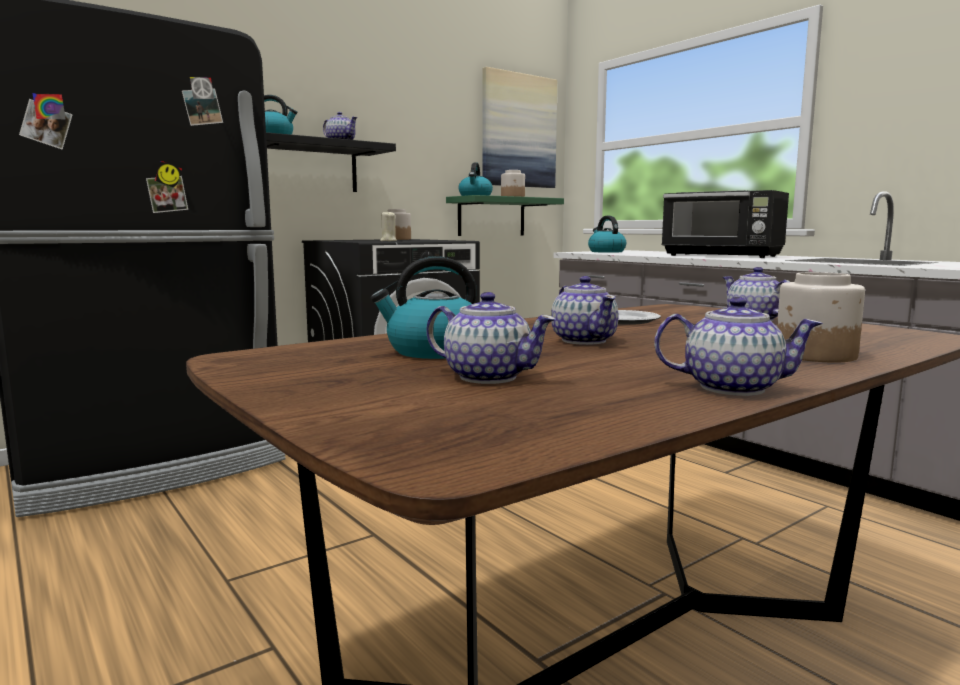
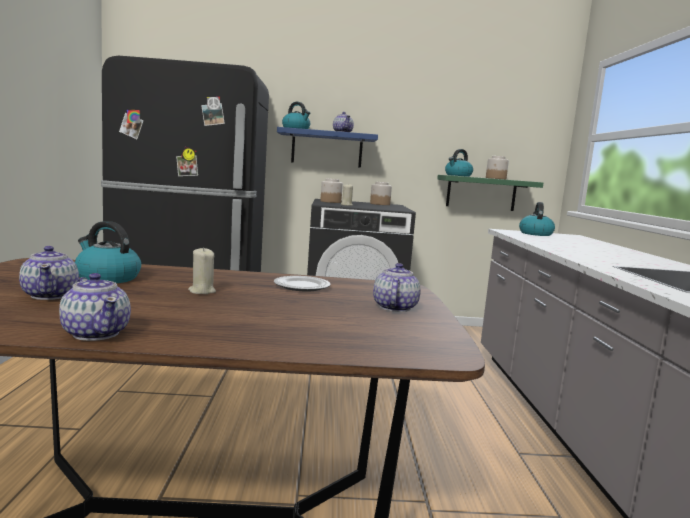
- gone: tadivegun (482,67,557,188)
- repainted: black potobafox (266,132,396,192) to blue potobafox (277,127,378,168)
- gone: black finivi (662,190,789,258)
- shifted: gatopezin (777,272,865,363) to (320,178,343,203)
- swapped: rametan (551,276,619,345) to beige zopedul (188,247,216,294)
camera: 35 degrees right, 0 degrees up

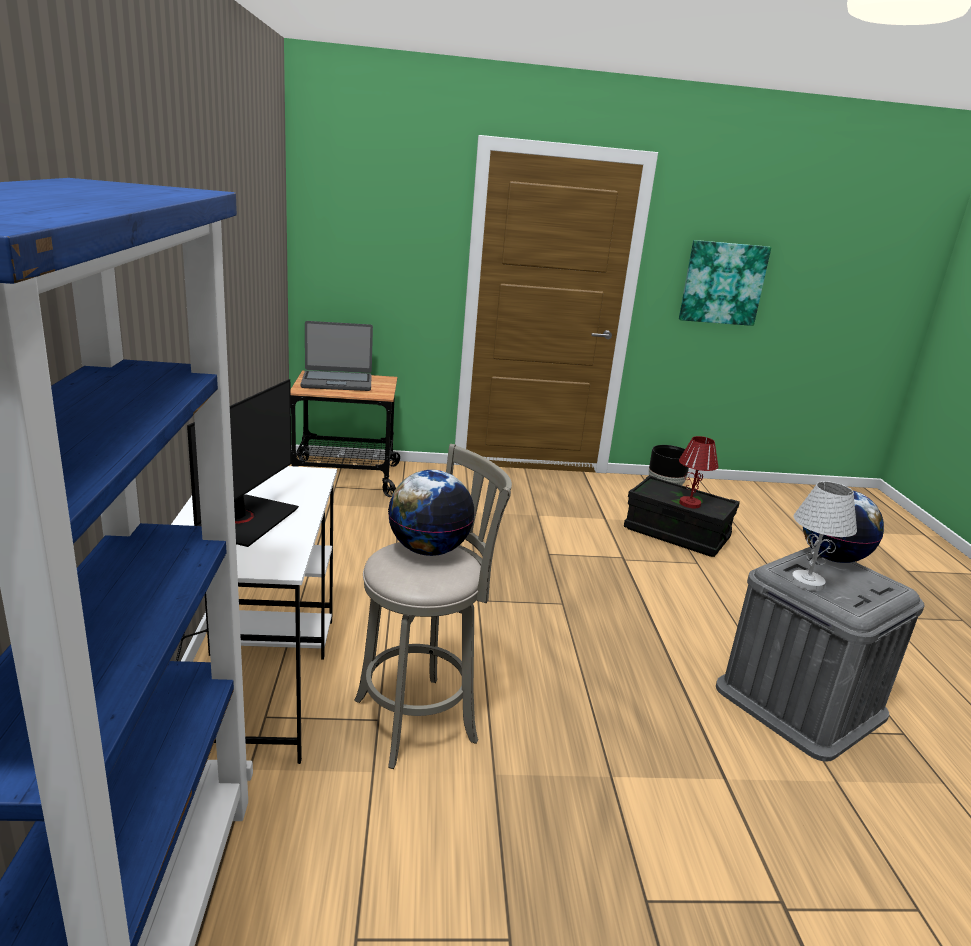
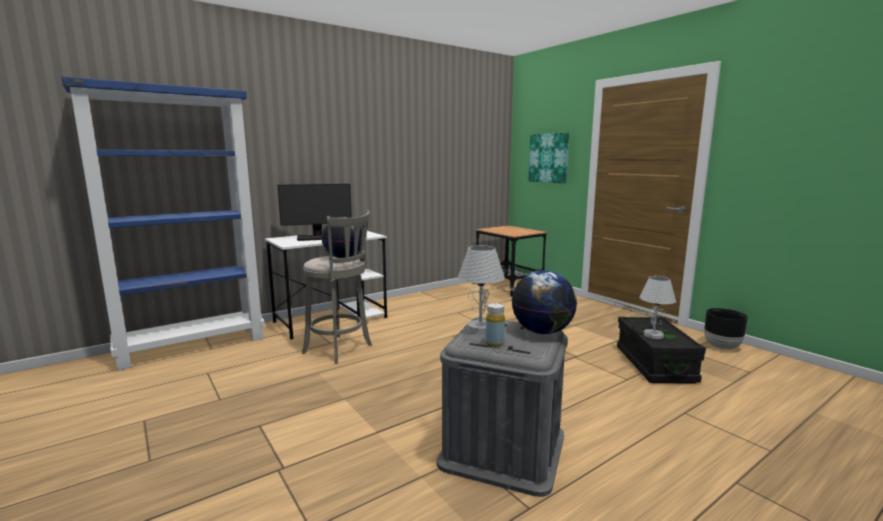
- shifted: tadivegun (679,240,771,326) to (528,133,569,183)
- gone: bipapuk (301,321,373,391)
- repainted: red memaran (679,436,718,508) to white memaran (639,276,676,339)
- new: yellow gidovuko (485,303,505,347)
camera: 60 degrees right, 10 degrees down

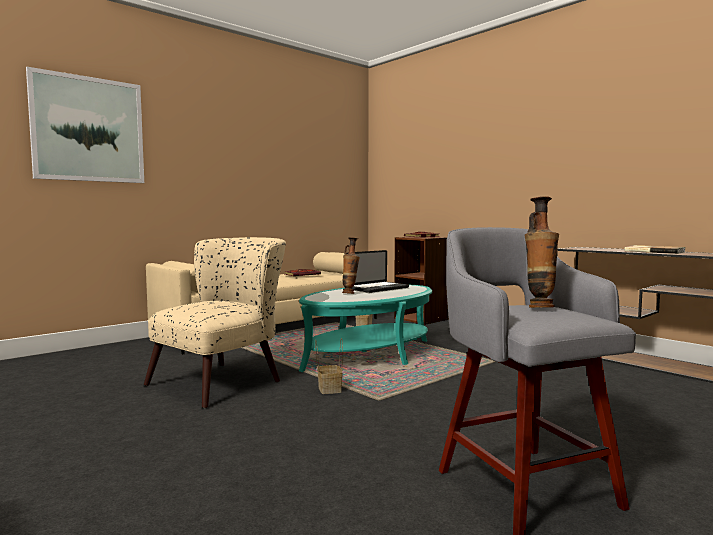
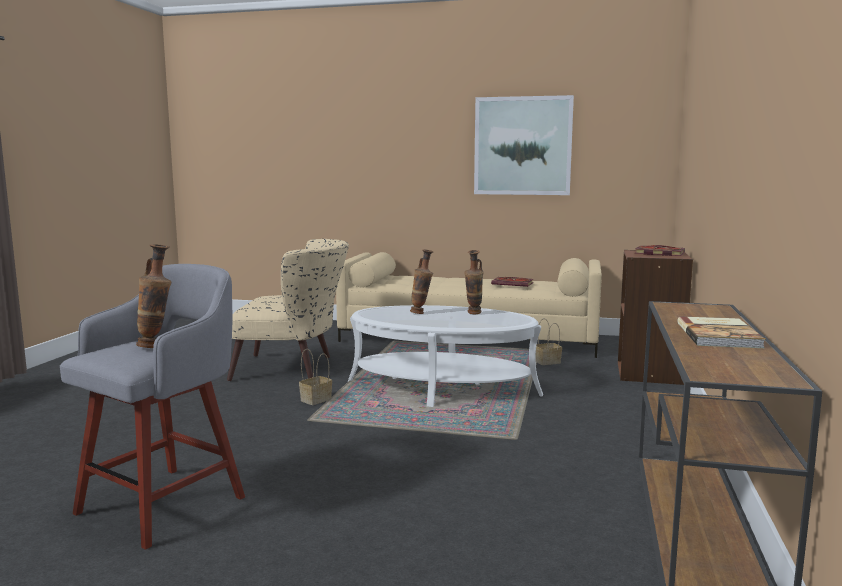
- shifted: tadivegun (26,67,144,183) to (474,95,574,195)
- swapped: bipapuk (347,250,409,293) to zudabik (464,250,483,314)
- repainted: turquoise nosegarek (299,284,432,372) to white nosegarek (348,305,543,407)
camera: 55 degrees right, 5 degrees up

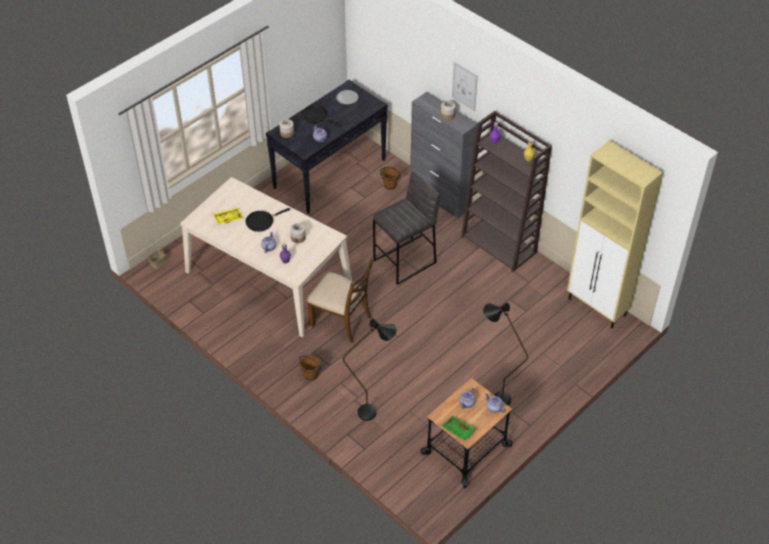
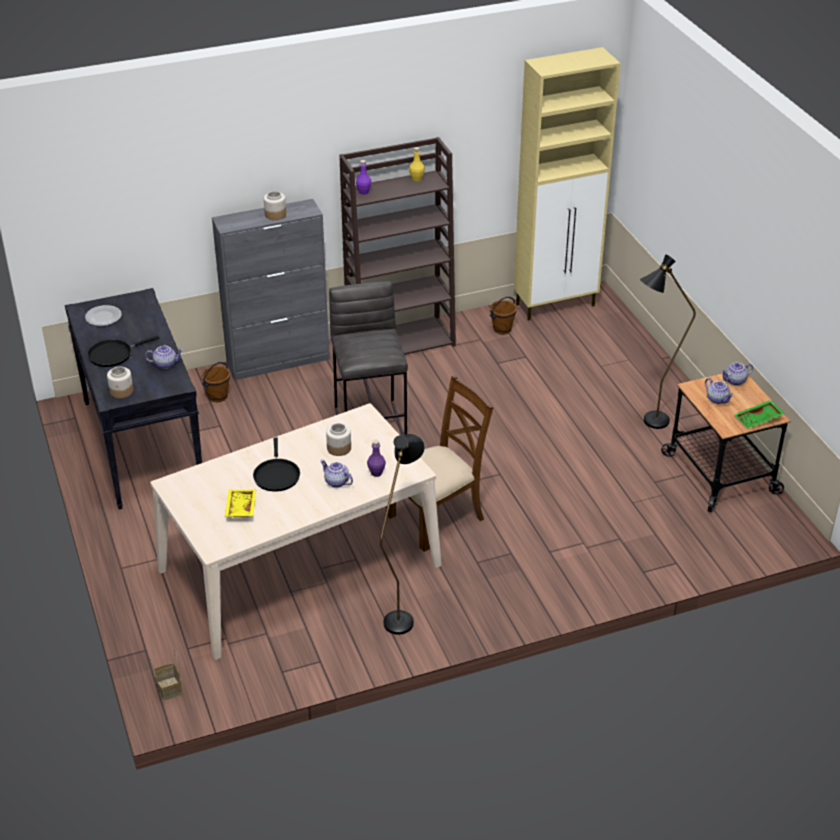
- gone: tadivegun (452,62,478,111)
- shifted: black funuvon (343,319,397,421) to (380,434,425,635)
- shifted: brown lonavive (299,355,322,381) to (490,297,517,335)
camera: 65 degrees left, 10 degrees down

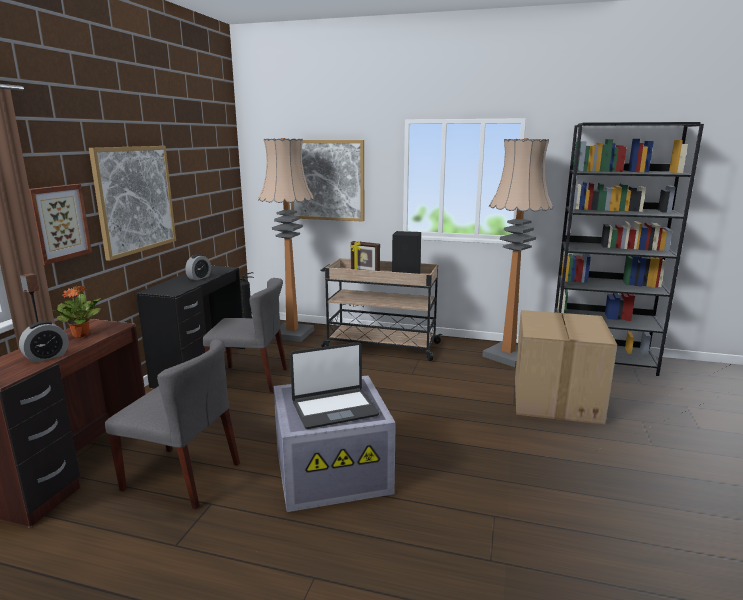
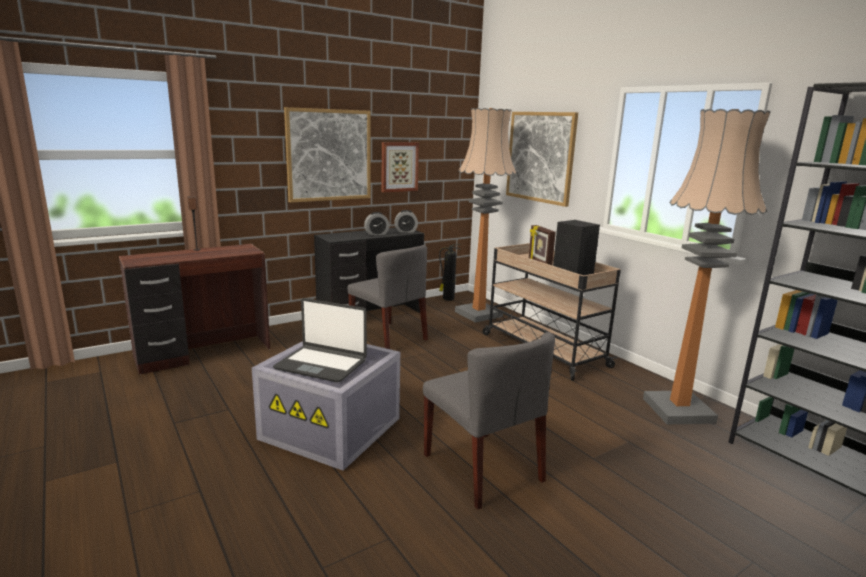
- shifted: tadivegun (29,184,92,265) to (382,142,419,192)
- gone: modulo (52,286,101,338)
- gone: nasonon (515,310,617,425)
- shifted: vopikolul (19,321,69,363) to (394,210,418,232)
- shifted: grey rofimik (105,339,240,510) to (423,332,555,510)
camera: 40 degrees right, 0 degrees up

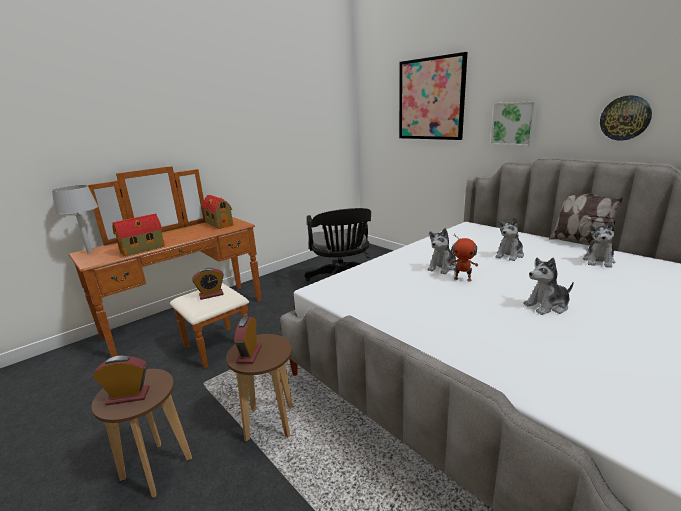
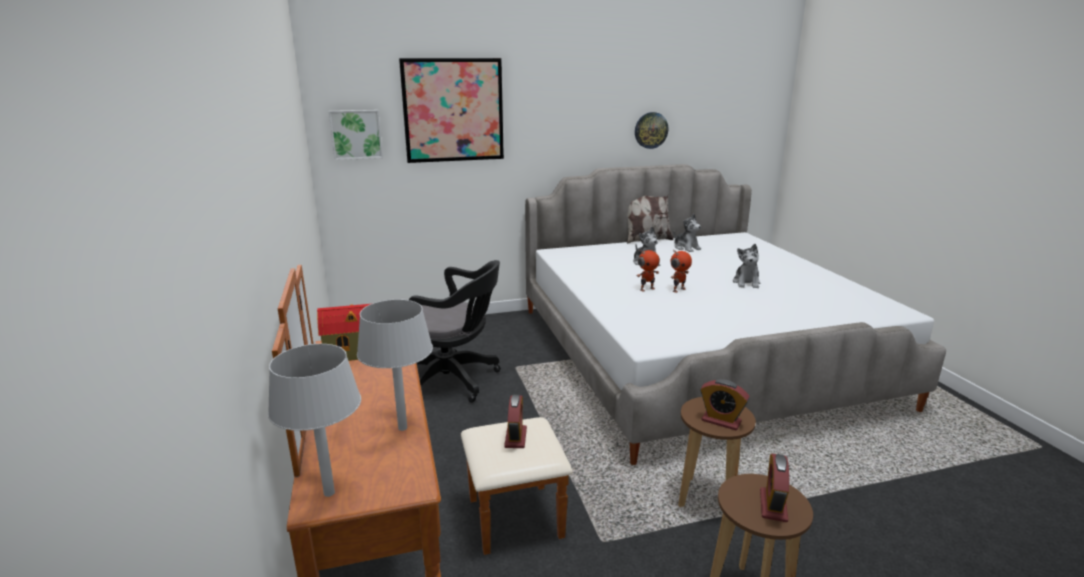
- shifted: tadivegun (491,101,537,146) to (329,110,383,160)
- swapped: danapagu (112,214,165,257) to grey memaran (357,299,433,431)
- swapped: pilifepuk (427,228,457,274) to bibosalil (637,248,660,291)
camera: 65 degrees left, 0 degrees up

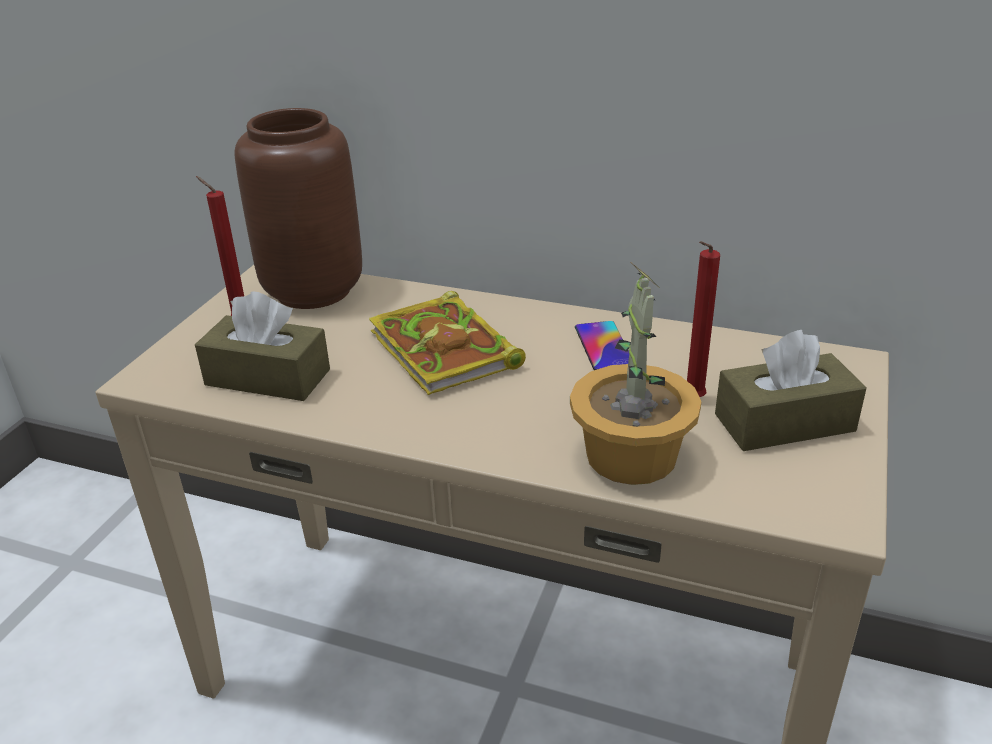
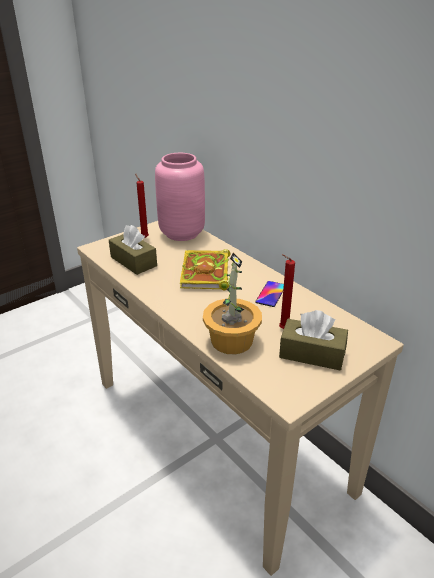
- repainted: brown zudabik (235,108,362,309) to pink zudabik (155,153,205,241)
camera: 30 degrees right, 0 degrees up

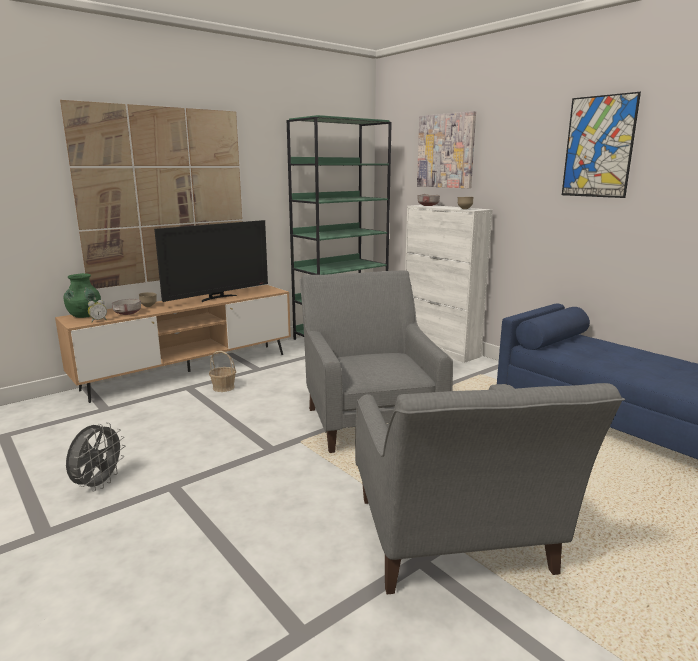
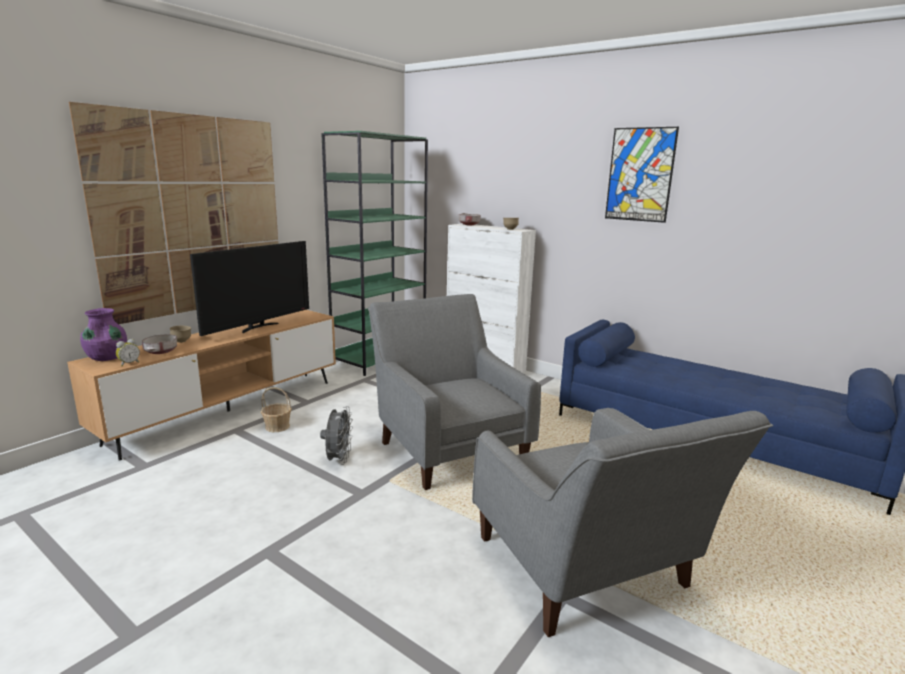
- gone: tadivegun (417,111,476,188)
- repainted: green zudabik (63,273,101,318) to purple zudabik (80,308,127,361)
- shifted: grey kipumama (66,422,125,491) to (320,406,353,465)
camera: 15 degrees left, 0 degrees up

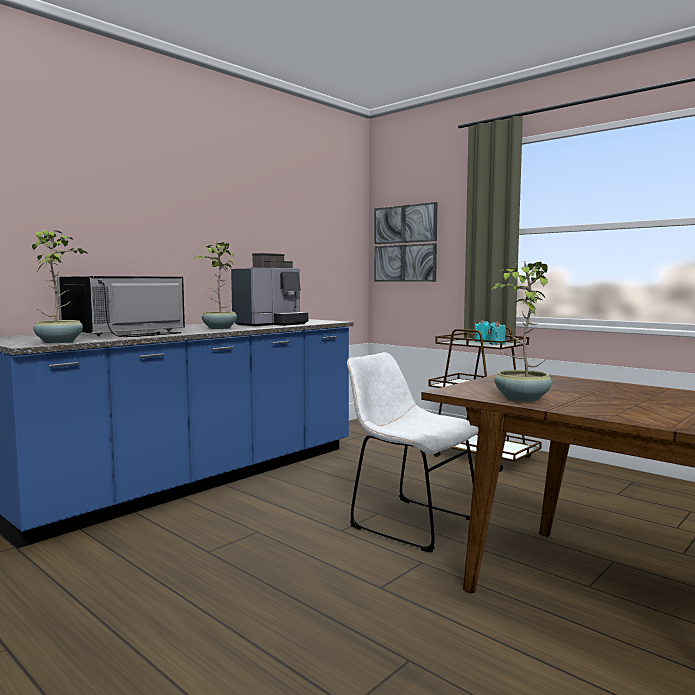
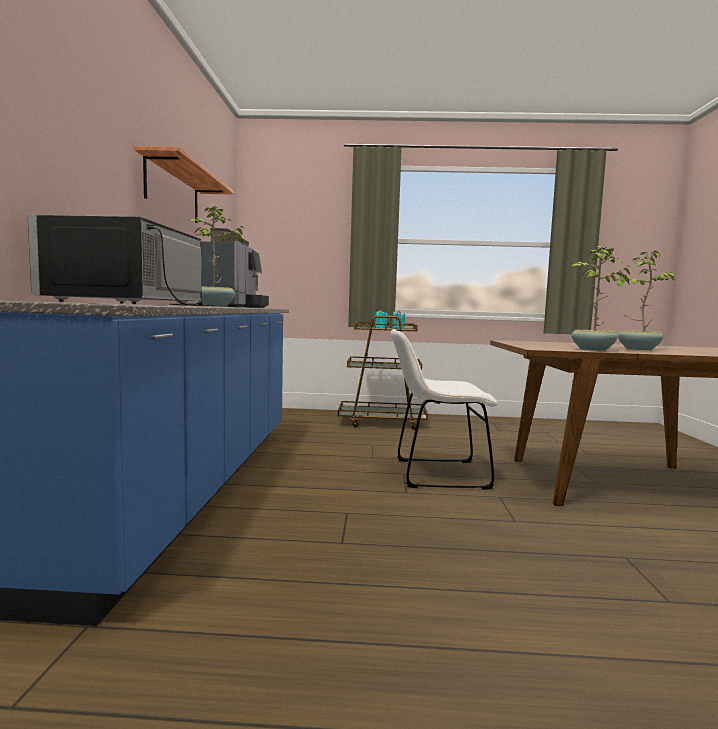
- gone: tadivegun (374,202,438,282)
- shifted: modulo (32,230,87,344) to (615,251,675,350)
- new: potobafox (134,146,234,223)
camera: 40 degrees left, 0 degrees up

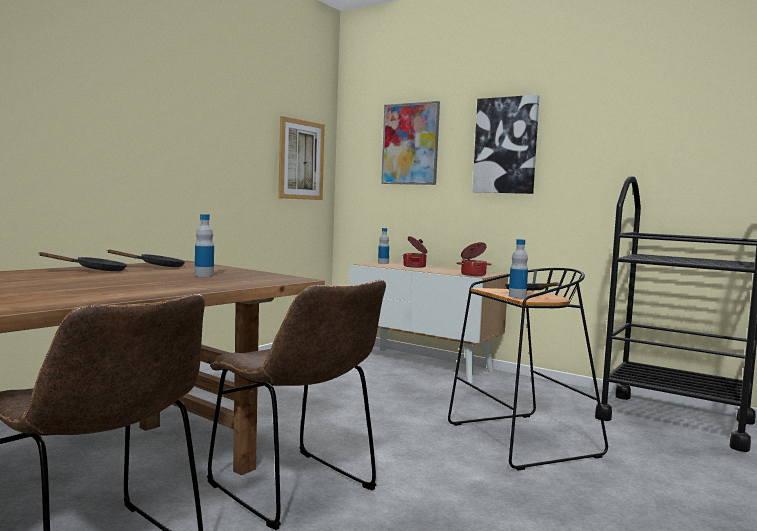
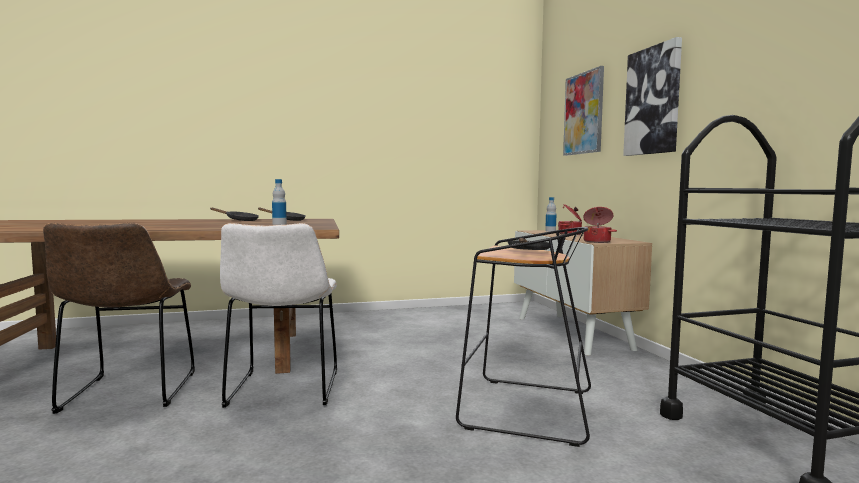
- gone: tadivegun (278,116,325,200)
- gone: gidovuko (509,239,528,298)
- repainted: brown rofimik (207,279,386,530) to white rofimik (220,223,337,408)
camera: 40 degrees right, 0 degrees up

